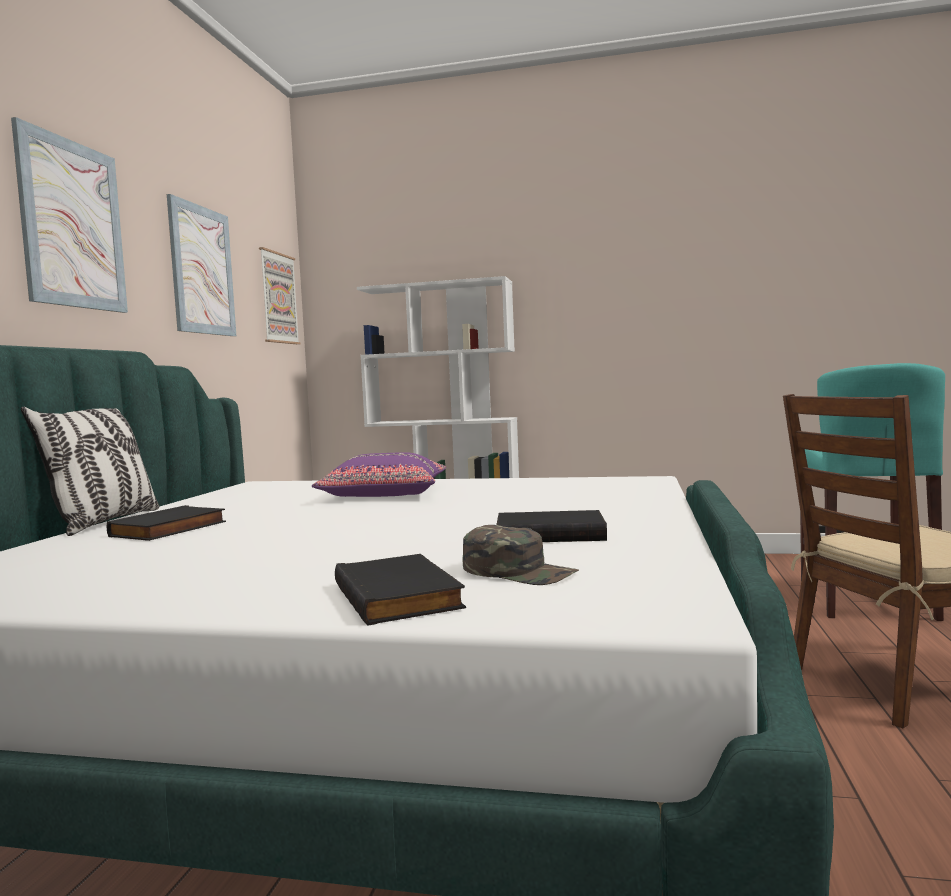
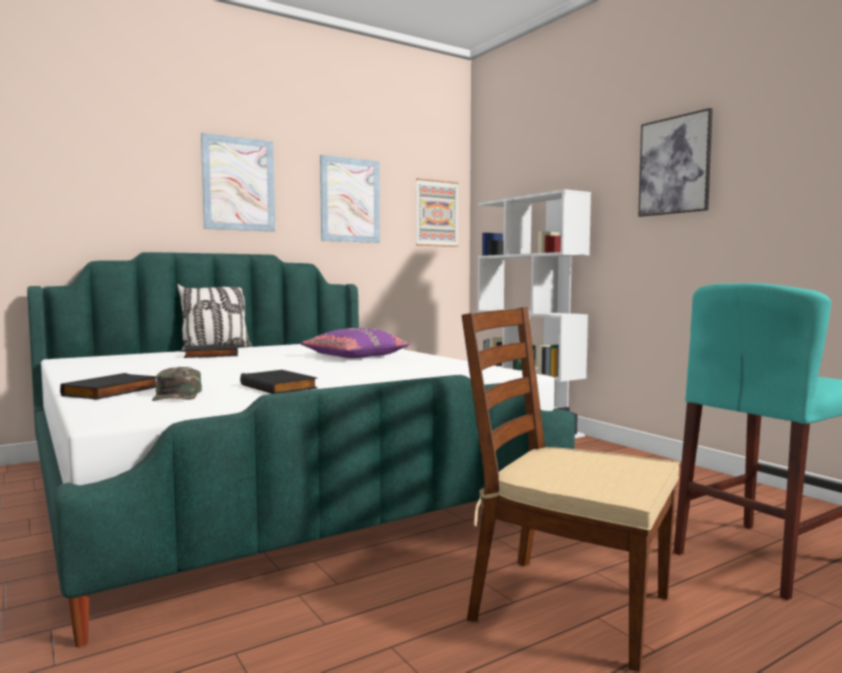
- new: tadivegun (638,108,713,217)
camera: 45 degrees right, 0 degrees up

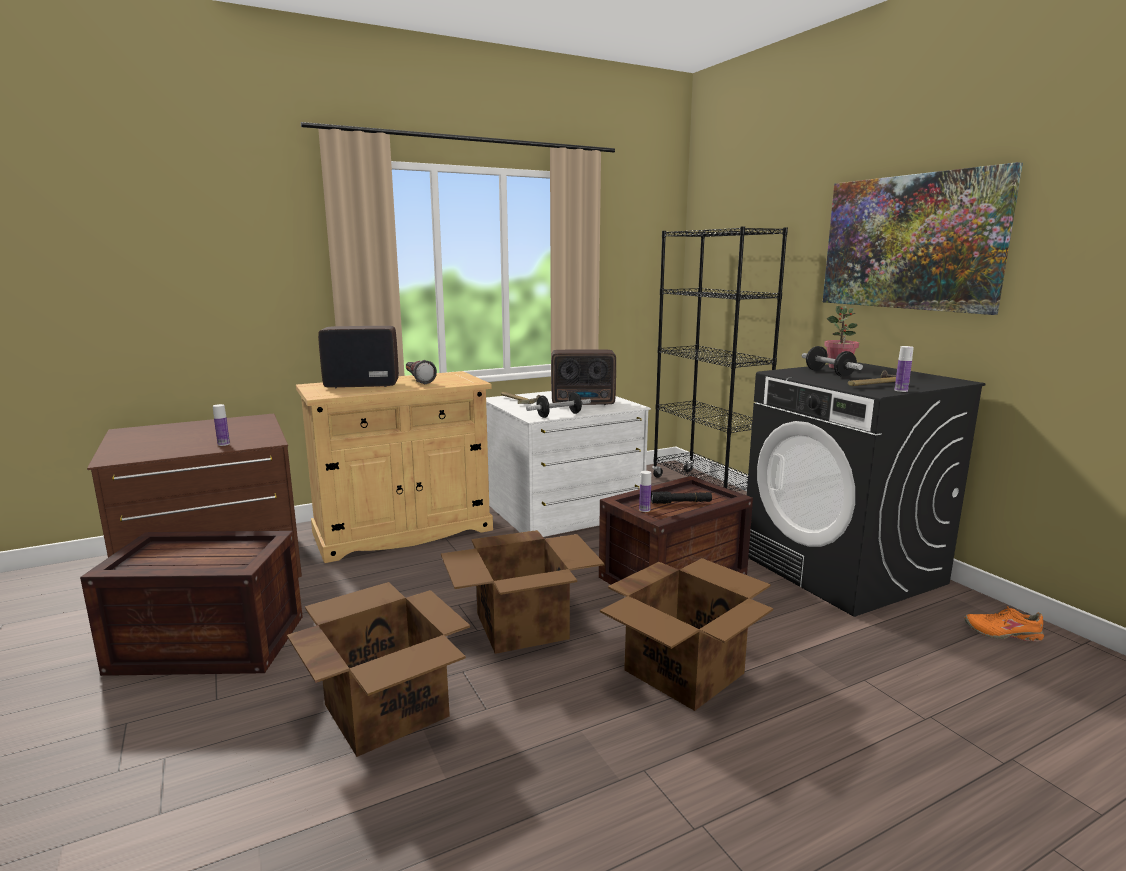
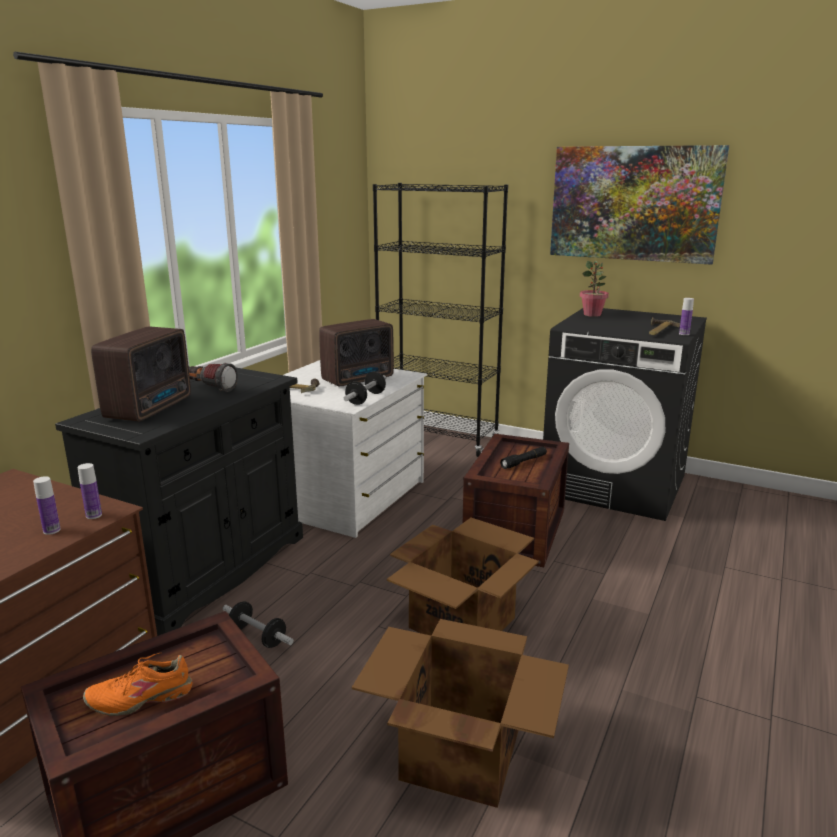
- rotated: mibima (318,326,399,388) = (91,326,191,421) 150 degrees clockwise
- shifted: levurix (802,346,863,377) to (223,601,294,648)
- repainted: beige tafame (296,371,493,563) to black tafame (55,368,303,636)
- shifted: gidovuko (639,471,651,512) to (77,463,102,519)
- gone: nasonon (600,558,773,711)
- shifted: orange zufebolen (964,606,1044,641) to (83,653,193,716)
camera: 35 degrees left, 5 degrees up

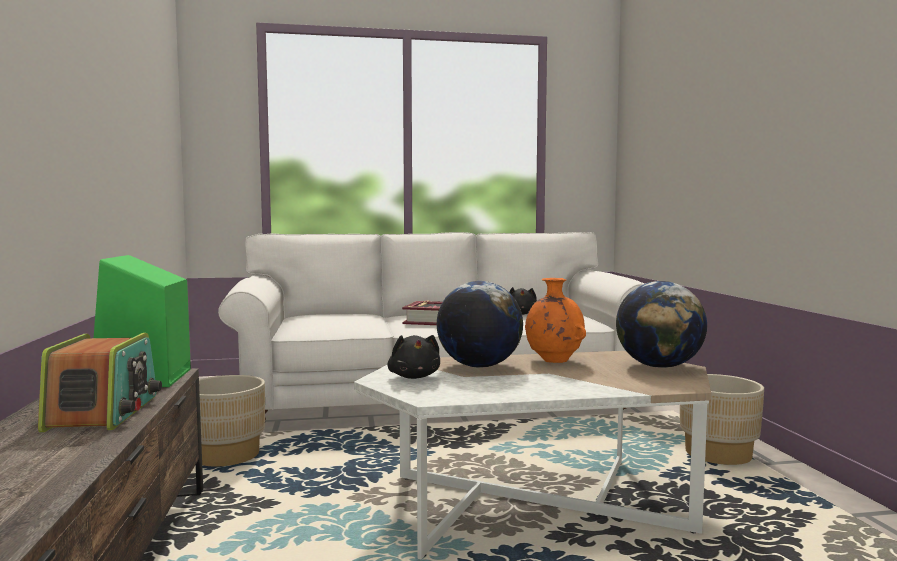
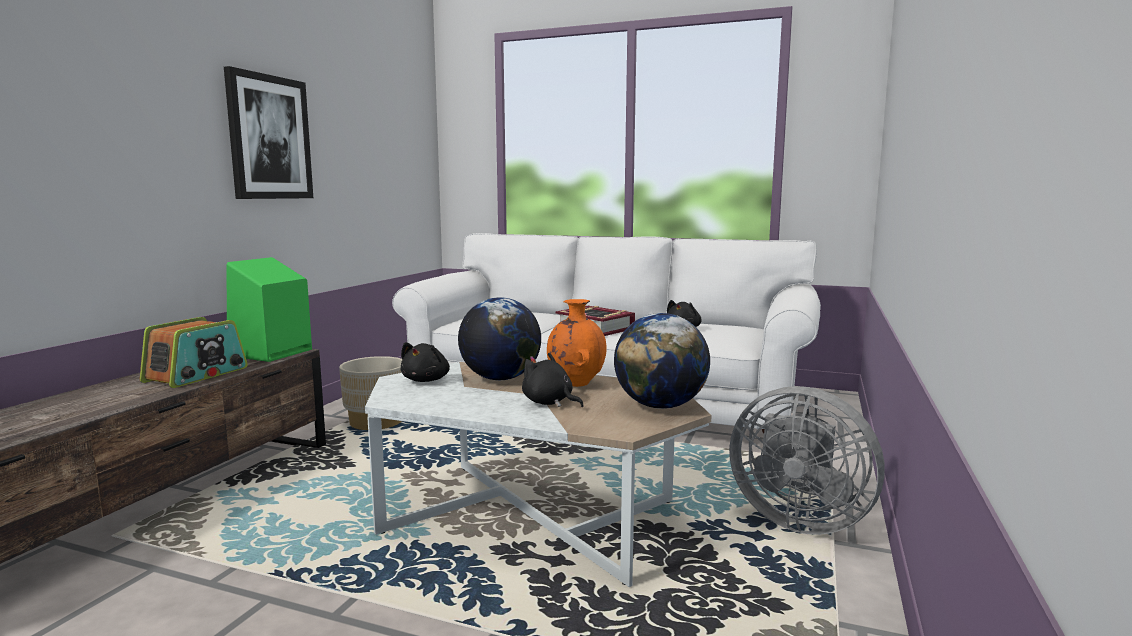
- swapped: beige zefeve (680,374,764,465) to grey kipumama (729,386,885,535)
- new: tadivegun (224,66,313,199)
- new: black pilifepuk (522,353,584,407)
camera: 30 degrees right, 5 degrees up

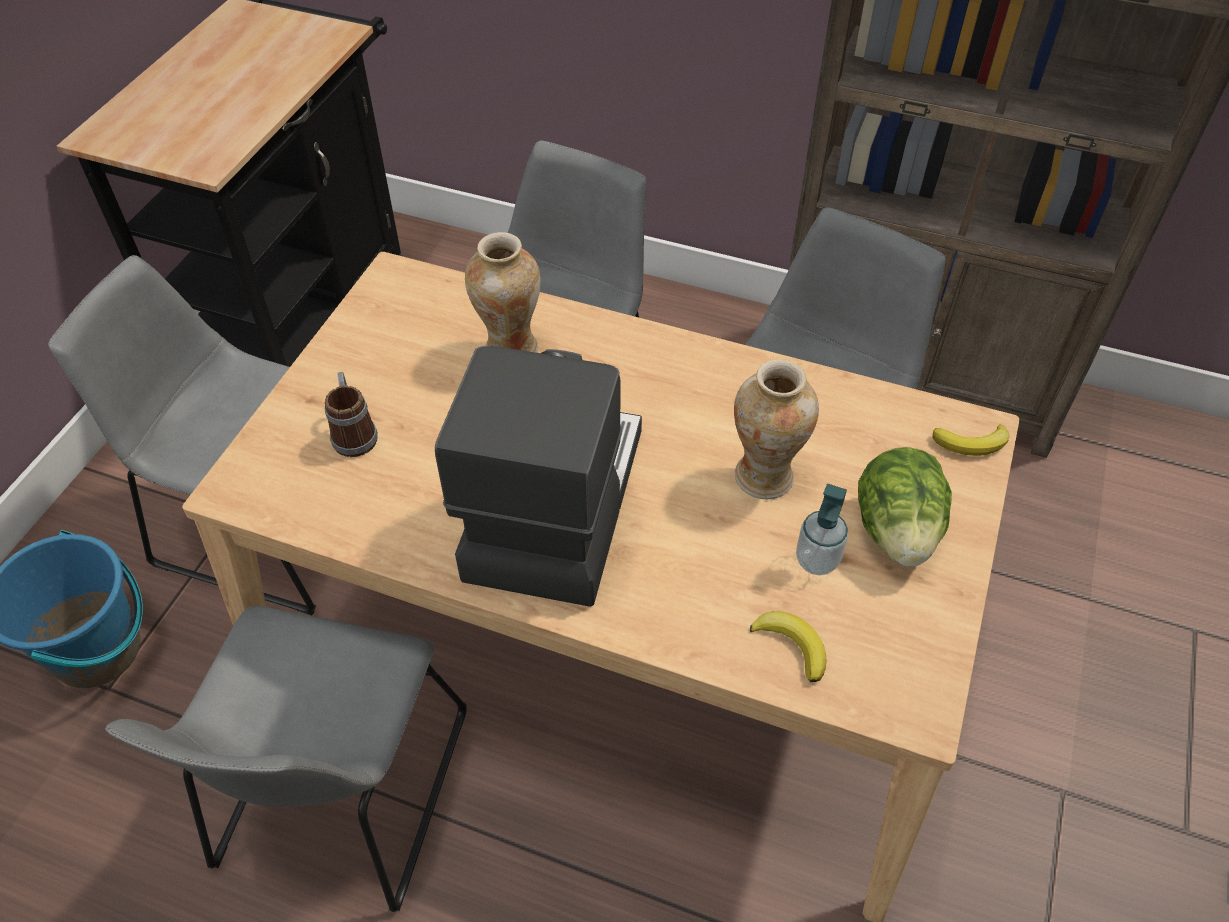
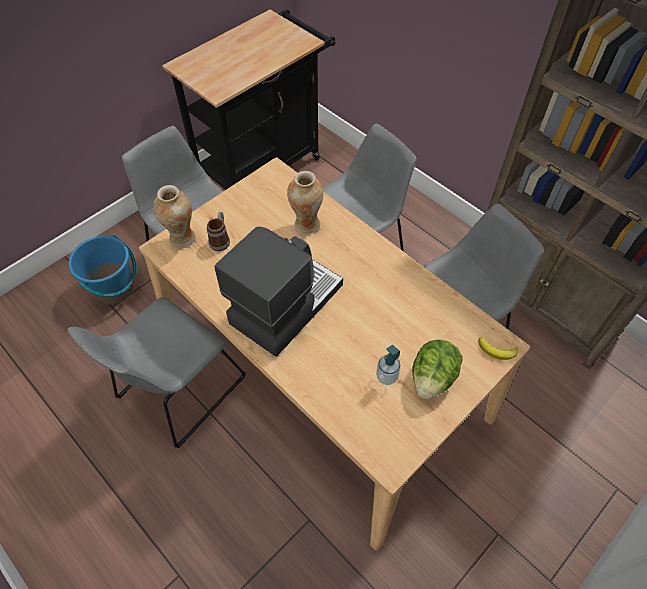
- shifted: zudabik (734,359,819,499) to (153,185,196,248)
- gone: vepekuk (750,611,826,682)
camera: 25 degrees right, 5 degrees up

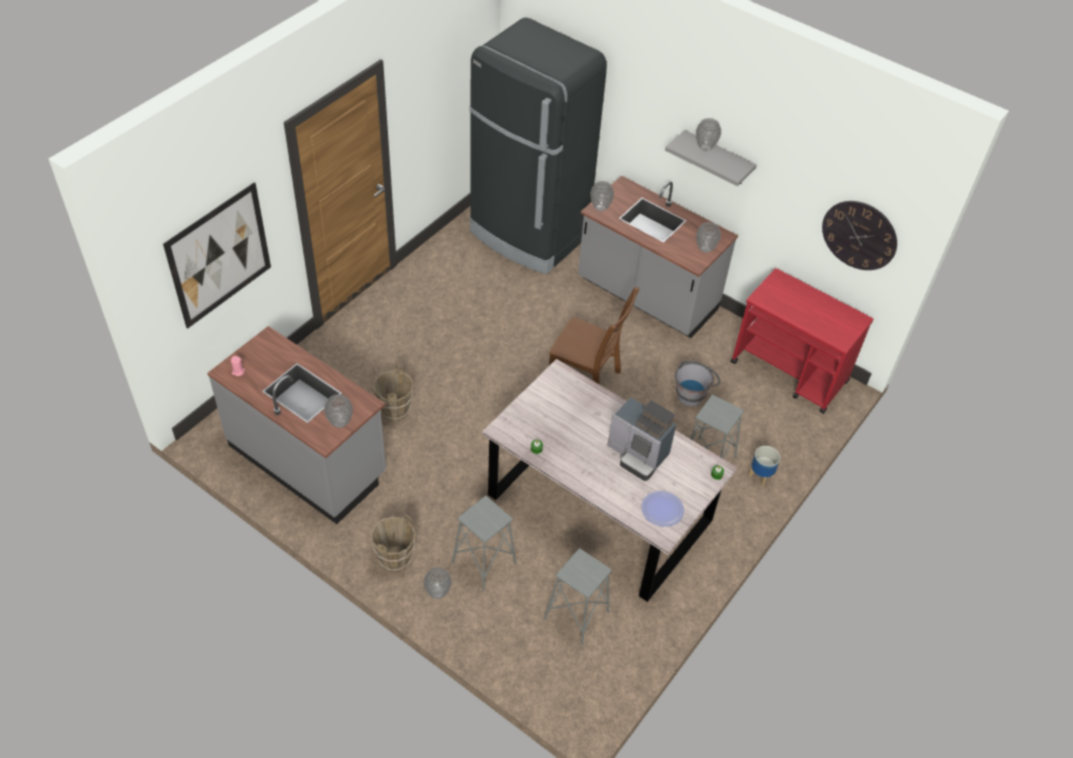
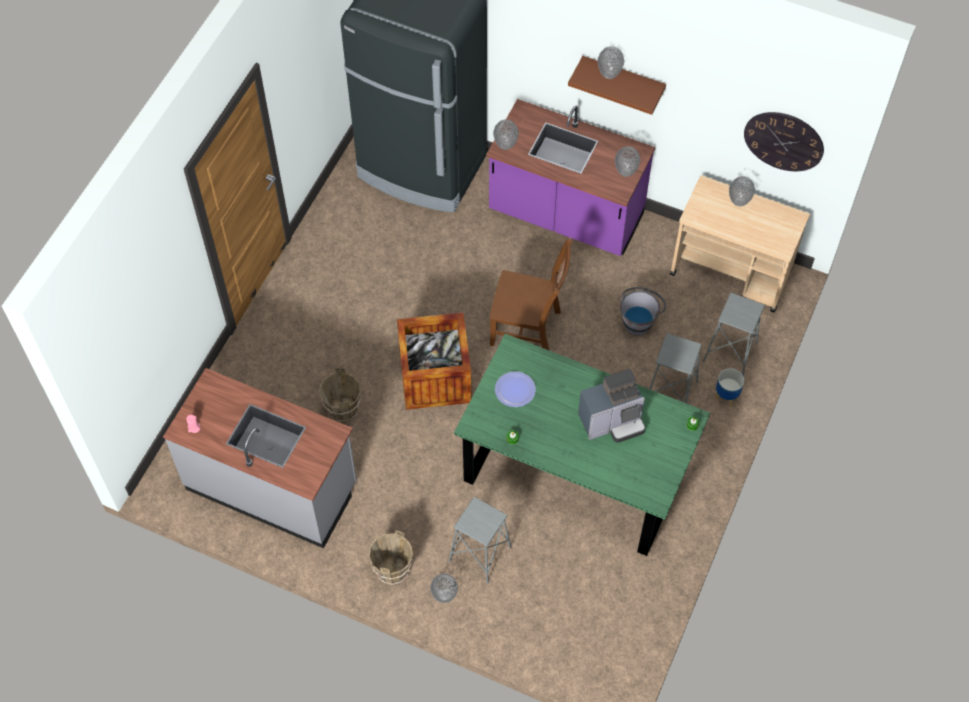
- repainted: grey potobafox (665,130,757,186) to brown potobafox (568,56,666,115)
- repainted: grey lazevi (578,176,738,338) to purple lazevi (486,99,655,256)
- gone: tadivegun (163,182,271,329)
- repainted: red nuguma (731,268,873,414) to beige nuguma (670,175,810,312)
- repainted: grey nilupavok (482,359,738,602) to green nilupavok (454,334,710,556)
- shifted: zudabik (324,394,353,428) to (729,176,755,206)
- rotated: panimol (608,397,676,481) = (578,369,645,443) 45 degrees counterclockwise
- shifted: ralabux (641,491,684,527) to (495,371,536,407)
- shifted: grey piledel (544,548,612,645) to (703,293,765,376)
- new: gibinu (397,313,471,410)
camera: 10 degrees left, 10 degrees up

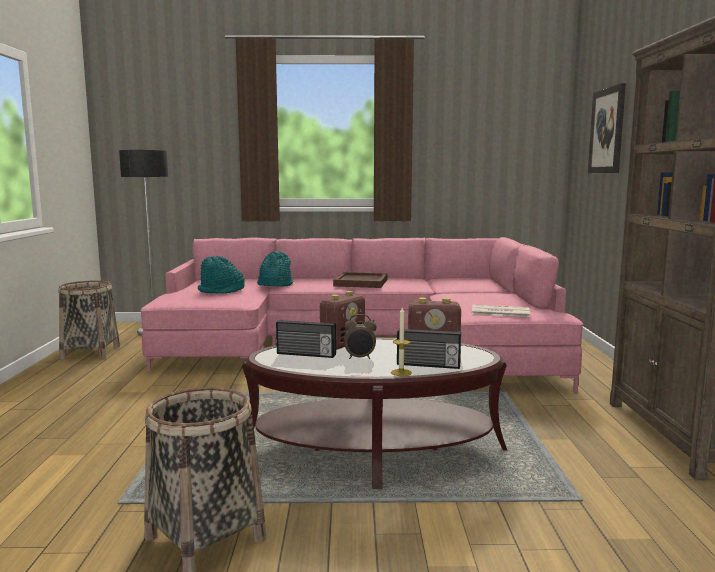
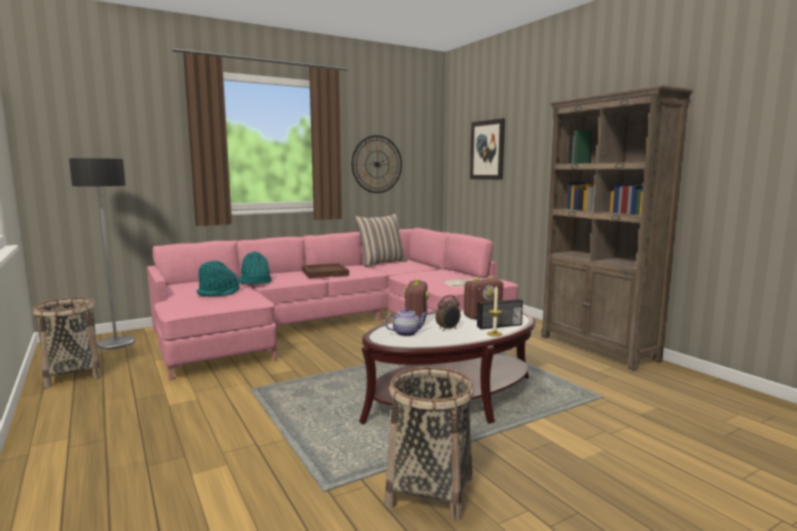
- swapped: mibima (276,320,336,358) to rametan (385,308,427,336)
- new: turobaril (352,135,402,193)
- new: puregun (354,214,407,267)
camera: 30 degrees left, 0 degrees up

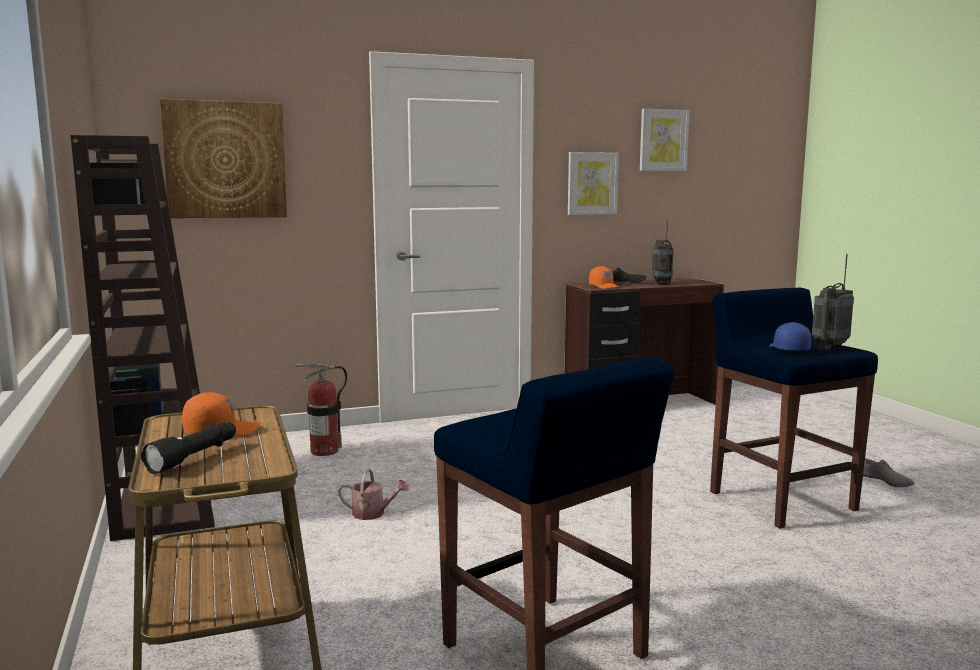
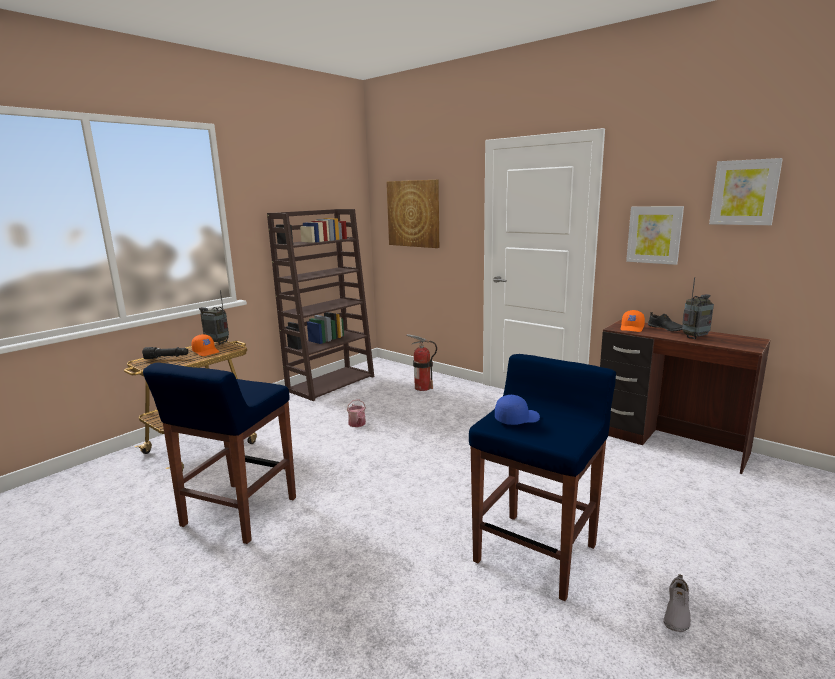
- shifted: mibima (812,254,854,350) to (199,290,229,344)
camera: 60 degrees right, 5 degrees up

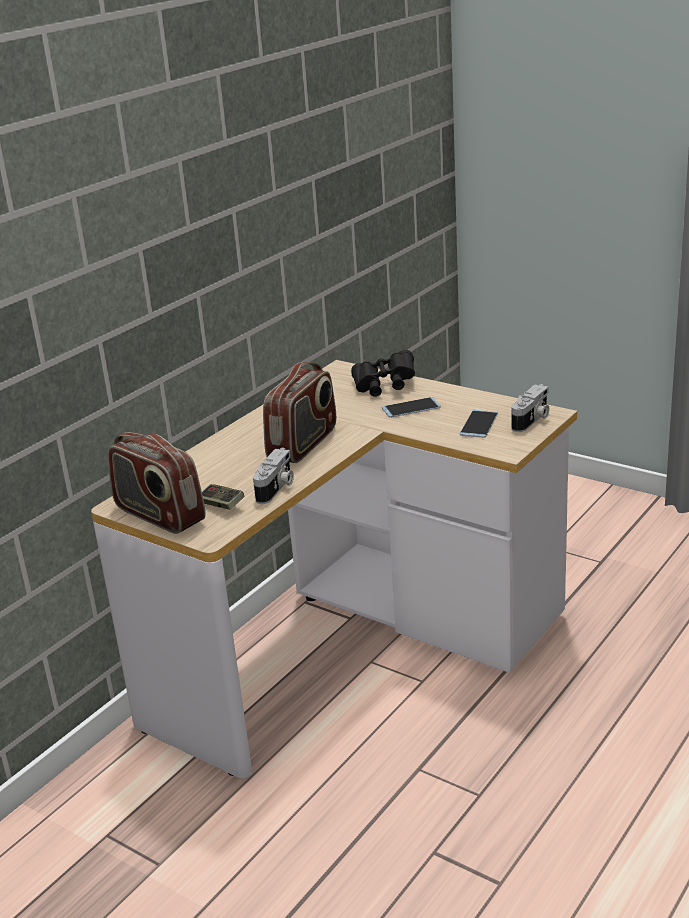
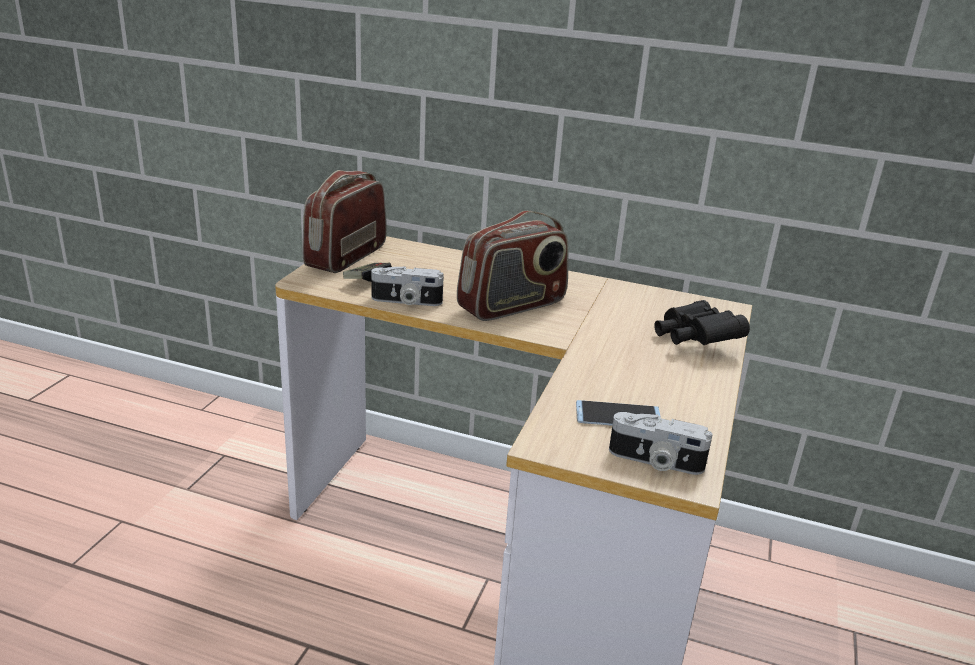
- rotated: mibima (263,362,336,463) = (457,211,569,321) 45 degrees counterclockwise
- gone: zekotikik (382,397,441,418)
camera: 70 degrees right, 0 degrees up

